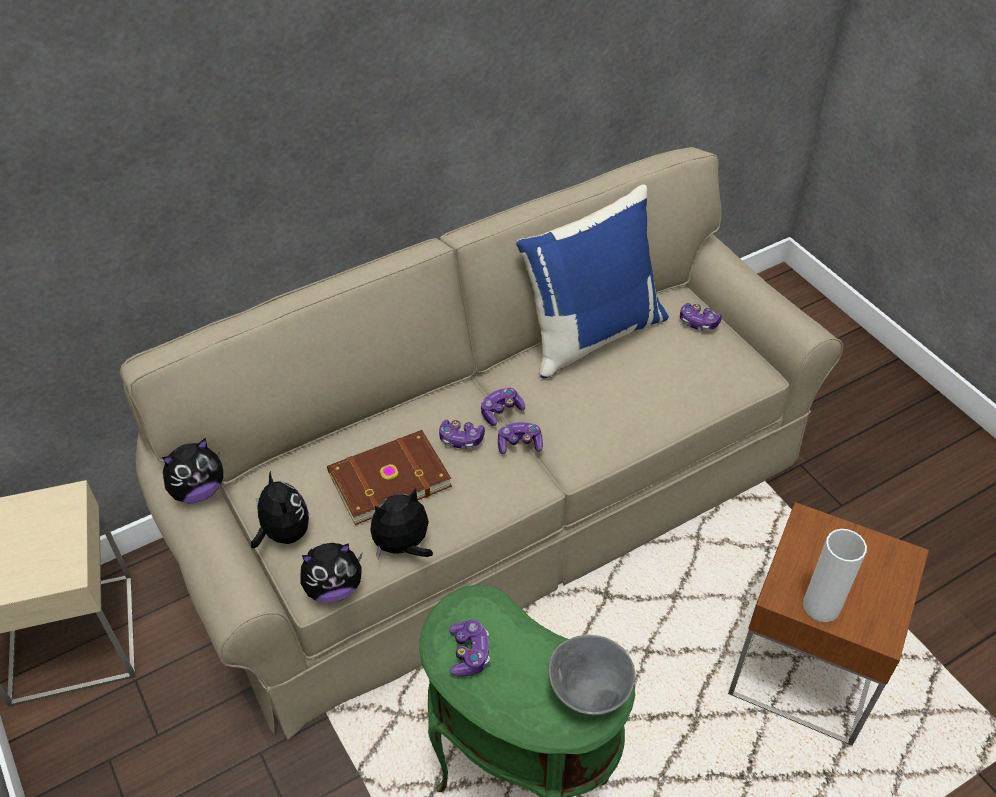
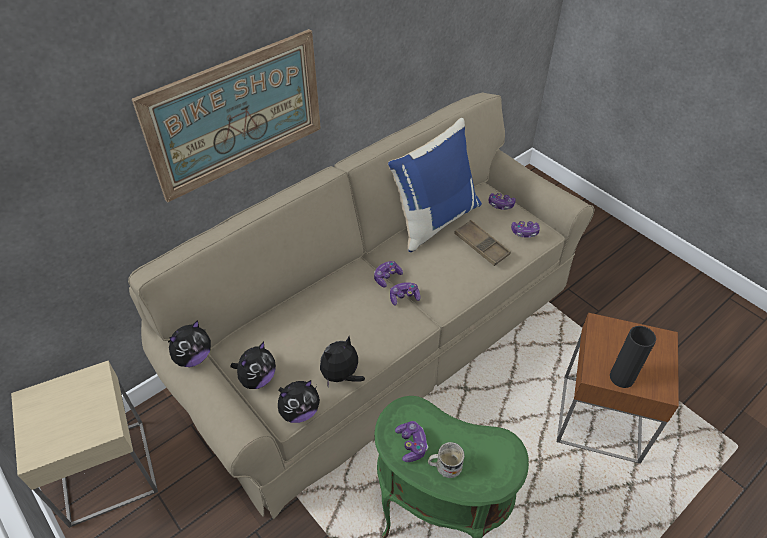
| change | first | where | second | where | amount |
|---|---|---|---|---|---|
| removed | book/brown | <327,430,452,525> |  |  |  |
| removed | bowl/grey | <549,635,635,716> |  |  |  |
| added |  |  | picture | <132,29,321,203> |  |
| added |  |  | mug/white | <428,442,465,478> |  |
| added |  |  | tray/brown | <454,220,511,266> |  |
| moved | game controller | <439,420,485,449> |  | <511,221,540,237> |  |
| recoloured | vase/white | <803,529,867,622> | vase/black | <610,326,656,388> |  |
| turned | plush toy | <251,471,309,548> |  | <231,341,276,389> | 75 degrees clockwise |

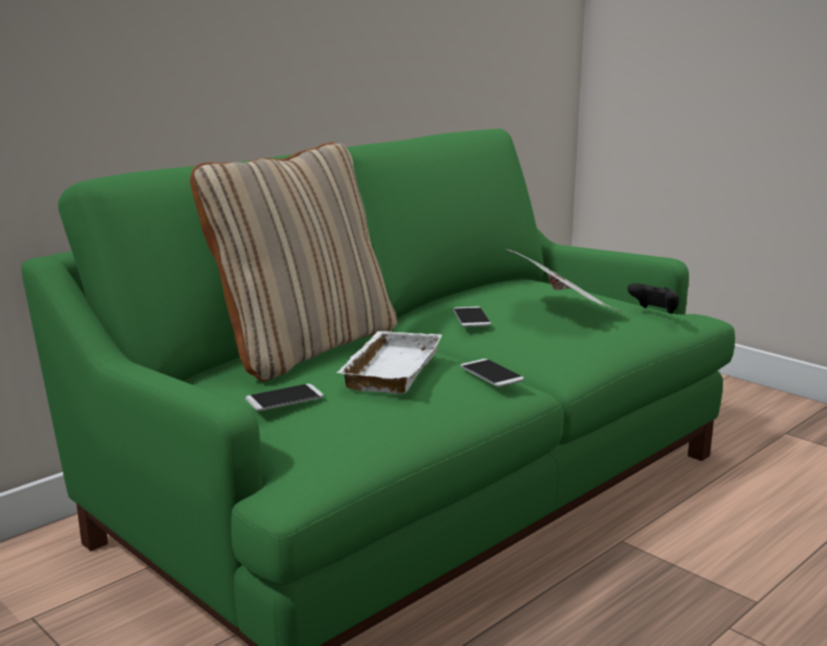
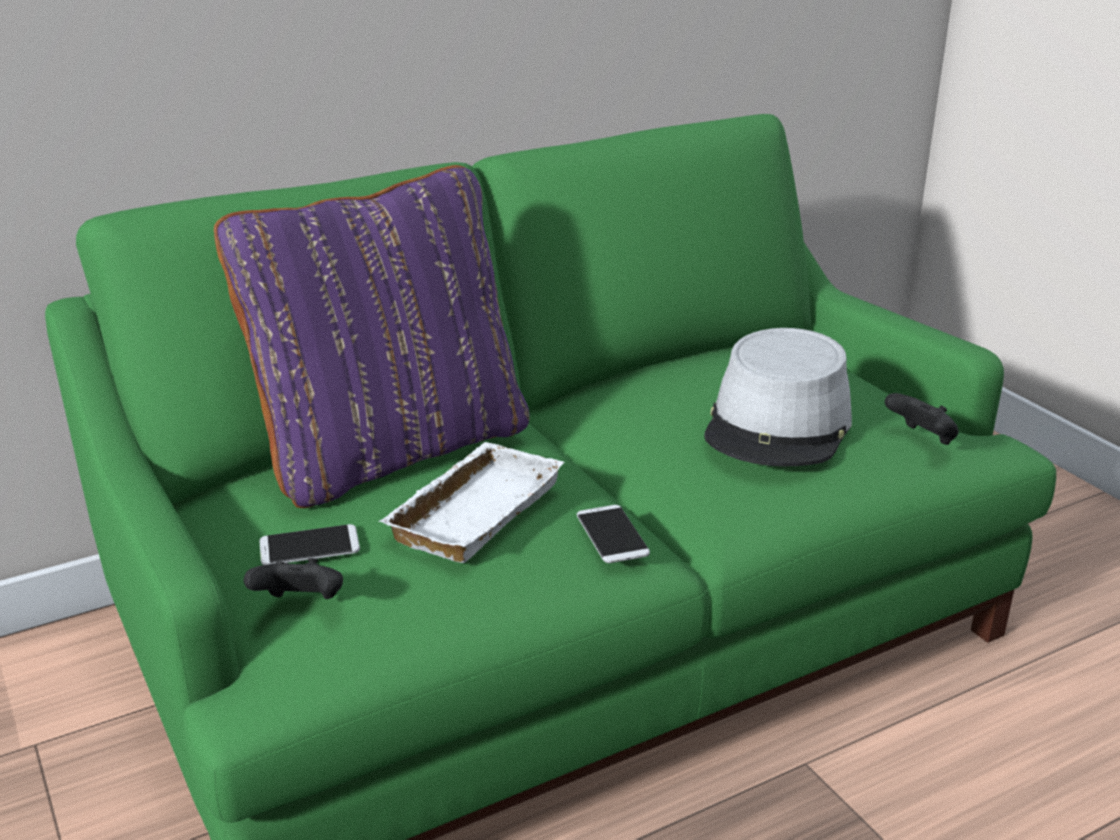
| change | first | where | second | where | amount |
|---|---|---|---|---|---|
| removed | phone | <453,306,491,327> |  |  |  |
| added |  |  | game controller/black | <244,558,343,599> |  |
| replaced | newspaper | <506,249,625,312> | hat/grey | <704,328,852,467> |  |
| recoloured | pillow/beige | <190,142,397,381> | pillow/purple | <214,165,530,508> |  |

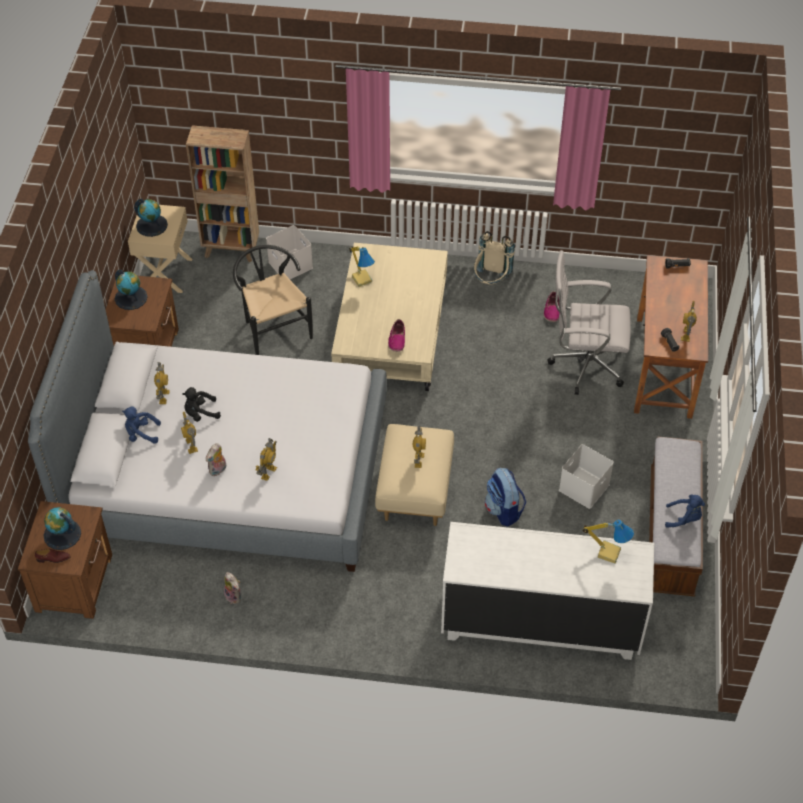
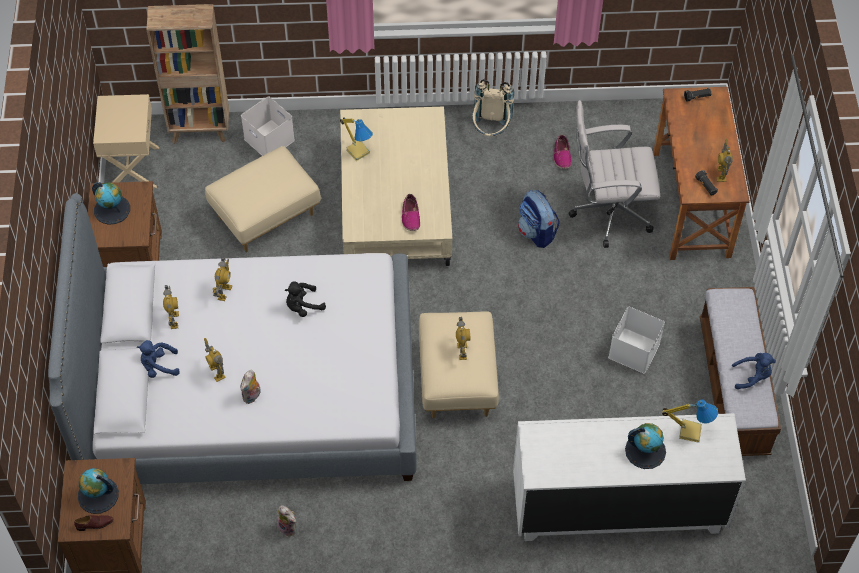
| change | first | where | second | where | amount |
|---|---|---|---|---|---|
| moved | globe | <134,199,168,237> |  | <625,423,666,469> |  |
| moved | plush toy/black | <182,387,221,422> |  | <285,281,326,317> |  |
| moved | toy robot | <256,438,277,481> |  | <213,257,232,301> |  |
| moved | backpack | <485,468,526,527> |  | <518,190,560,248> |  |
| replaced | chair/black | <233,245,313,355> | ottoman/beige | <205,146,321,252> |  |

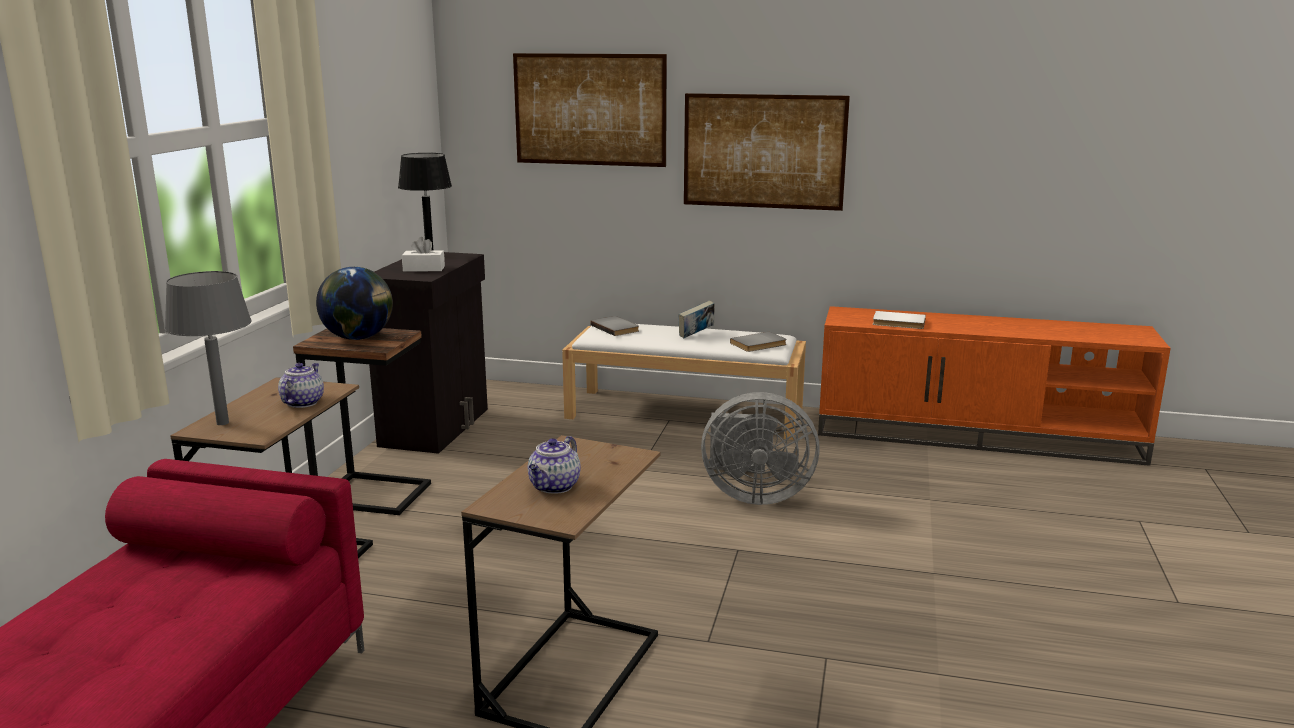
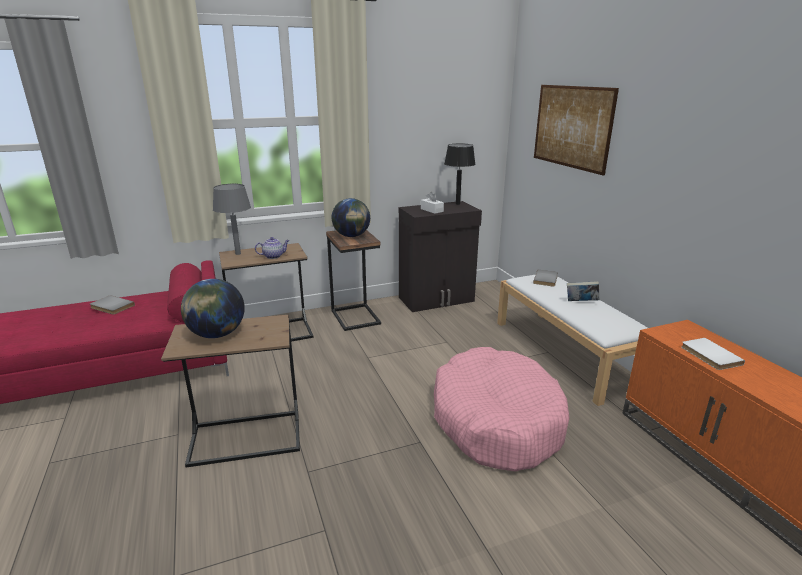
| change | first | where | second | where | amount |
|---|---|---|---|---|---|
| removed | picture | <684,93,850,211> |  |  |  |
| moved | book/grey | <730,332,787,352> |  | <90,295,135,315> |  |
| replaced | teapot | <528,436,581,494> | globe | <181,279,245,338> |  |
| replaced | fan/grey | <701,392,820,505> | dog bed/pink | <434,347,569,472> |  |

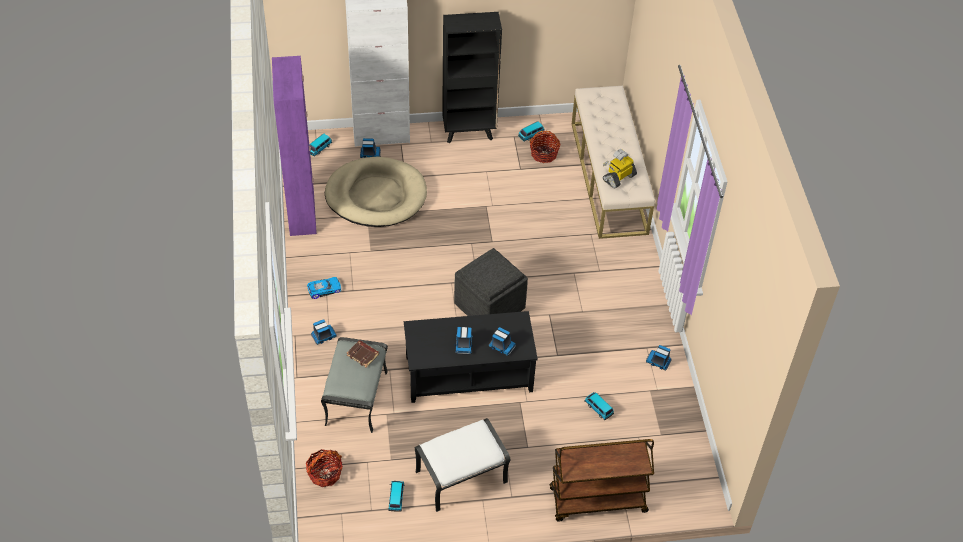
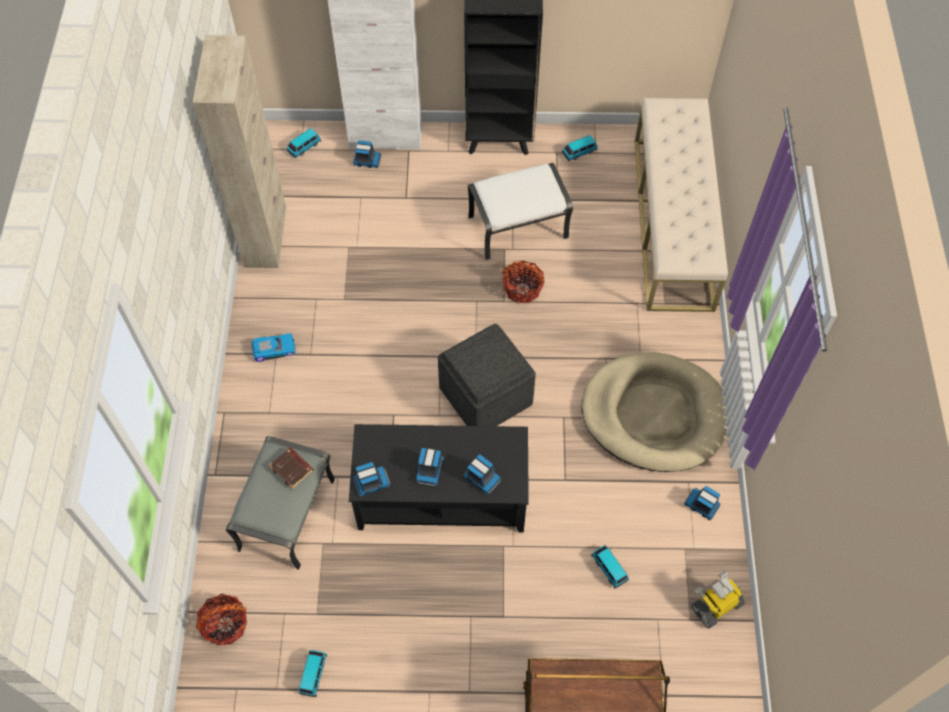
| change | first | where | second | where | amount |
|---|---|---|---|---|---|
| moved | toy truck | <311,319,337,345> |  | <353,462,390,497> |  |
| moved | dog bed/beige | <325,157,427,227> |  | <582,352,728,472> |  |
| moved | ottoman/white | <415,418,510,512> |  | <468,163,573,260> |  |
| moved | basket | <529,131,560,163> |  | <502,260,545,303> |  |
| moved | toy robot | <603,149,637,189> |  | <691,571,745,629> |  |
| recoloured | cabinet/purple | <272,56,317,236> | cabinet/beige | <193,35,286,268> |  |

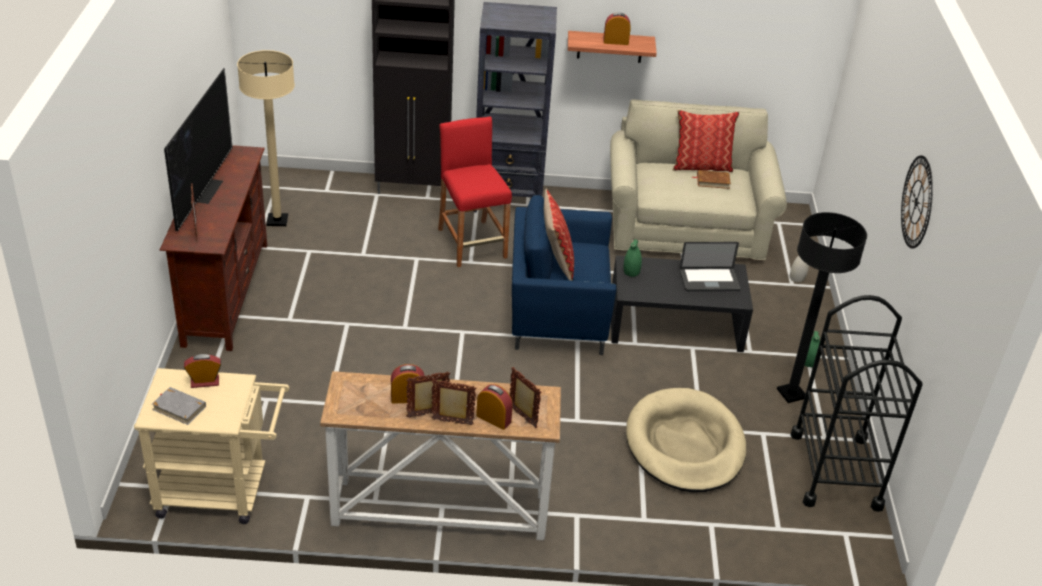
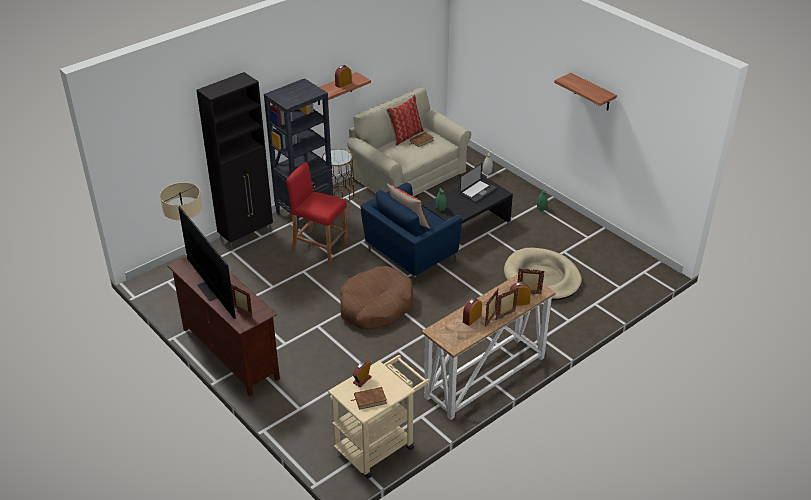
| change | first | where | second | where | amount |
|---|---|---|---|---|---|
| removed | floor lamp/black | <777,212,867,403> |  |  |  |
| removed | cart/black | <791,295,923,512> |  |  |  |
| added |  |  | side table/brown | <322,149,354,202> |  |
| added |  |  | dog bed/brown | <340,266,413,330> |  |
| replaced | wall clock | <901,155,933,249> | shelf | <554,73,617,111> |  |
| recoloured | book/grey | <152,387,206,425> | book/brown | <351,387,387,410> |  |

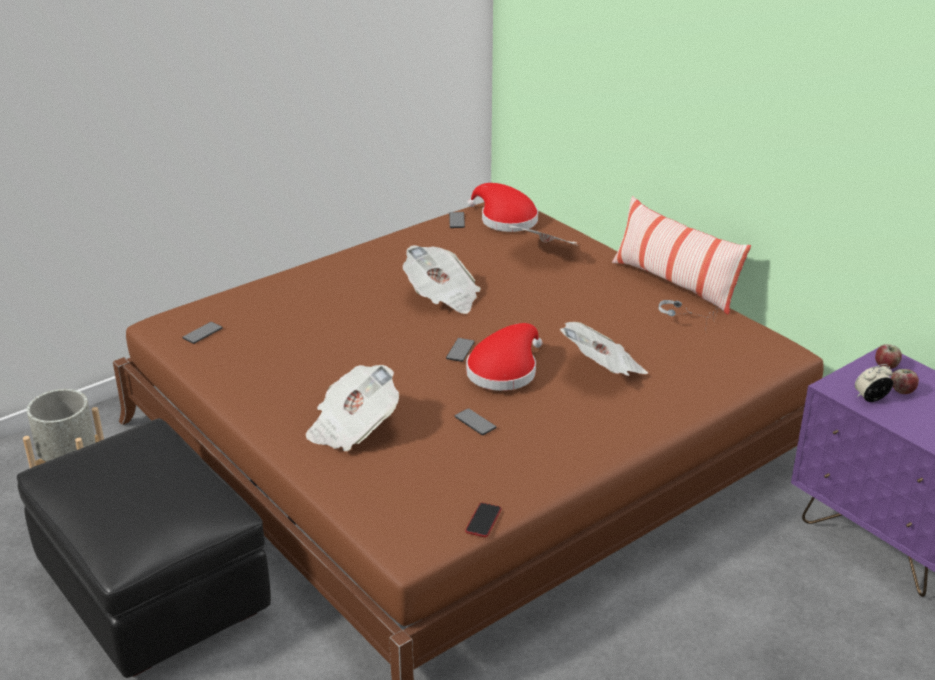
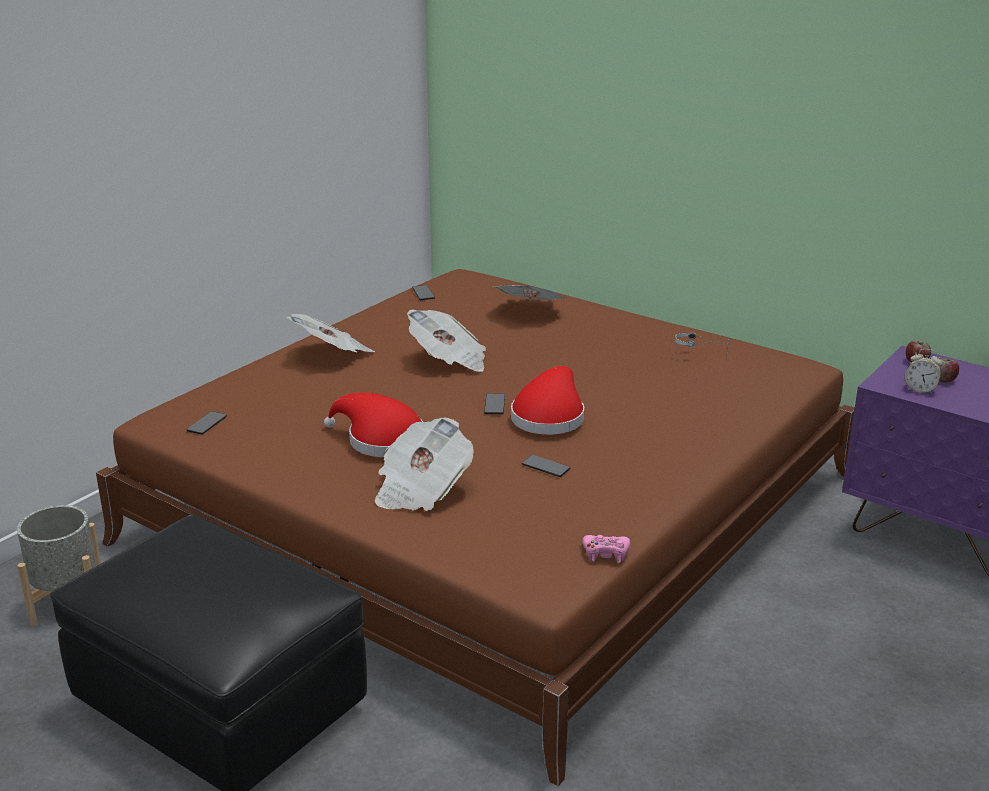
| change | first | where | second | where | amount |
|---|---|---|---|---|---|
| removed | pillow | <612,196,751,315> |  |  |  |
| moved | hat/red | <467,183,538,232> |  | <324,393,423,457> |  |
| moved | newspaper | <560,322,648,376> |  | <286,314,375,353> |  |
| replaced | phone | <465,503,501,537> | game controller/pink | <582,535,630,563> |  |
| turned | alarm clock | <855,364,893,402> |  | <905,349,942,394> | 120 degrees counterclockwise |

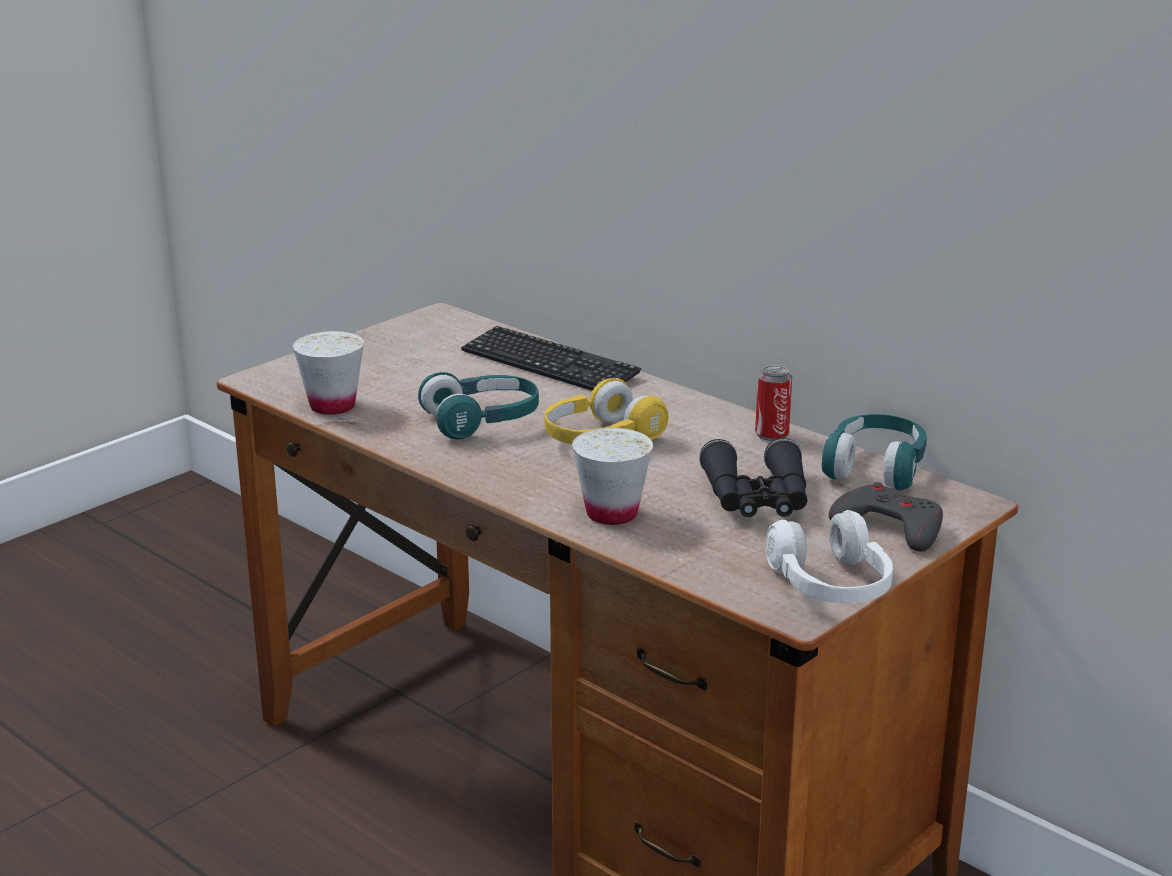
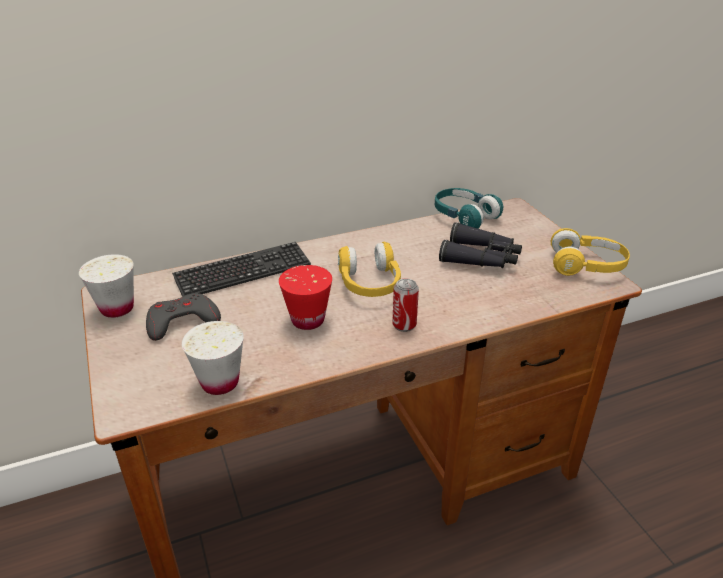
| change | first | where | second | where | amount |
|---|---|---|---|---|---|
| moved | cup/white | <572,428,653,525> |  | <79,254,134,318> |  |
| moved | can | <755,365,792,441> |  | <392,279,419,332> |  |
| moved | game controller/grey | <829,482,943,552> |  | <146,293,221,341> |  |
| replaced | headphones/turquoise | <418,372,539,440> | cup/red | <279,265,332,330> |  |
| recoloured | headphones/white | <766,510,893,603> | headphones/yellow | <551,228,630,276> |  |

